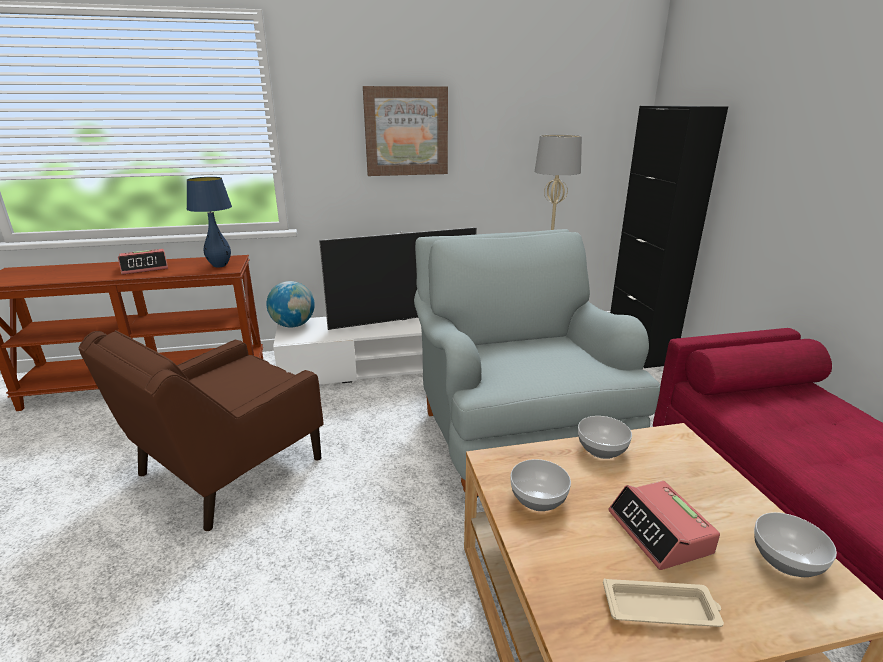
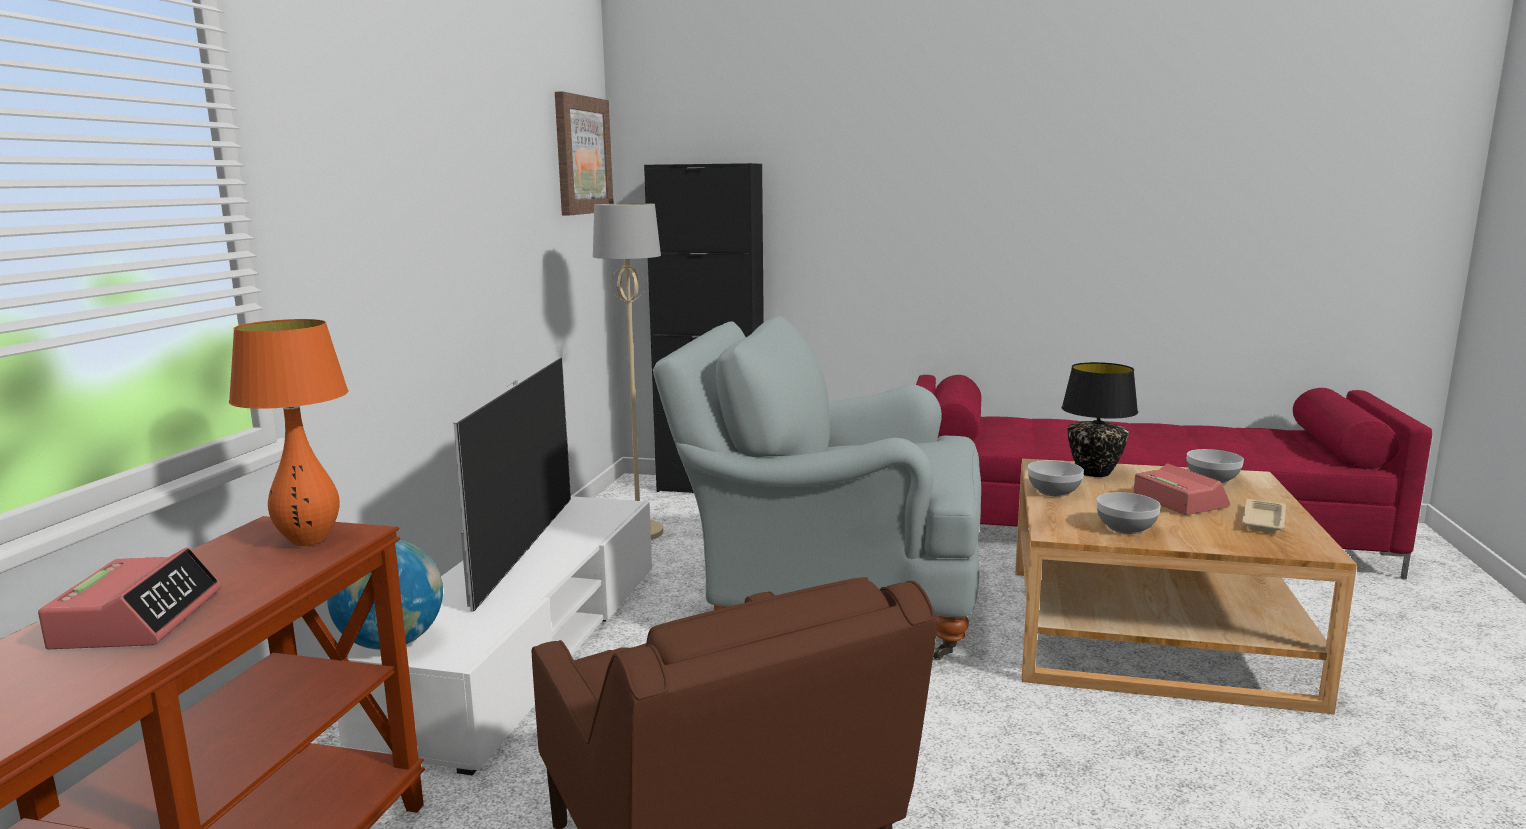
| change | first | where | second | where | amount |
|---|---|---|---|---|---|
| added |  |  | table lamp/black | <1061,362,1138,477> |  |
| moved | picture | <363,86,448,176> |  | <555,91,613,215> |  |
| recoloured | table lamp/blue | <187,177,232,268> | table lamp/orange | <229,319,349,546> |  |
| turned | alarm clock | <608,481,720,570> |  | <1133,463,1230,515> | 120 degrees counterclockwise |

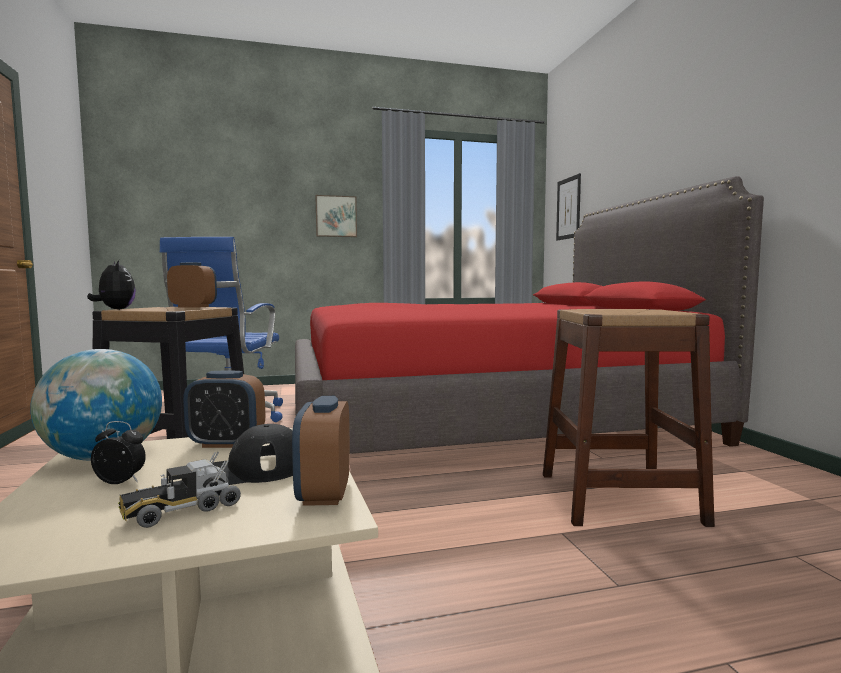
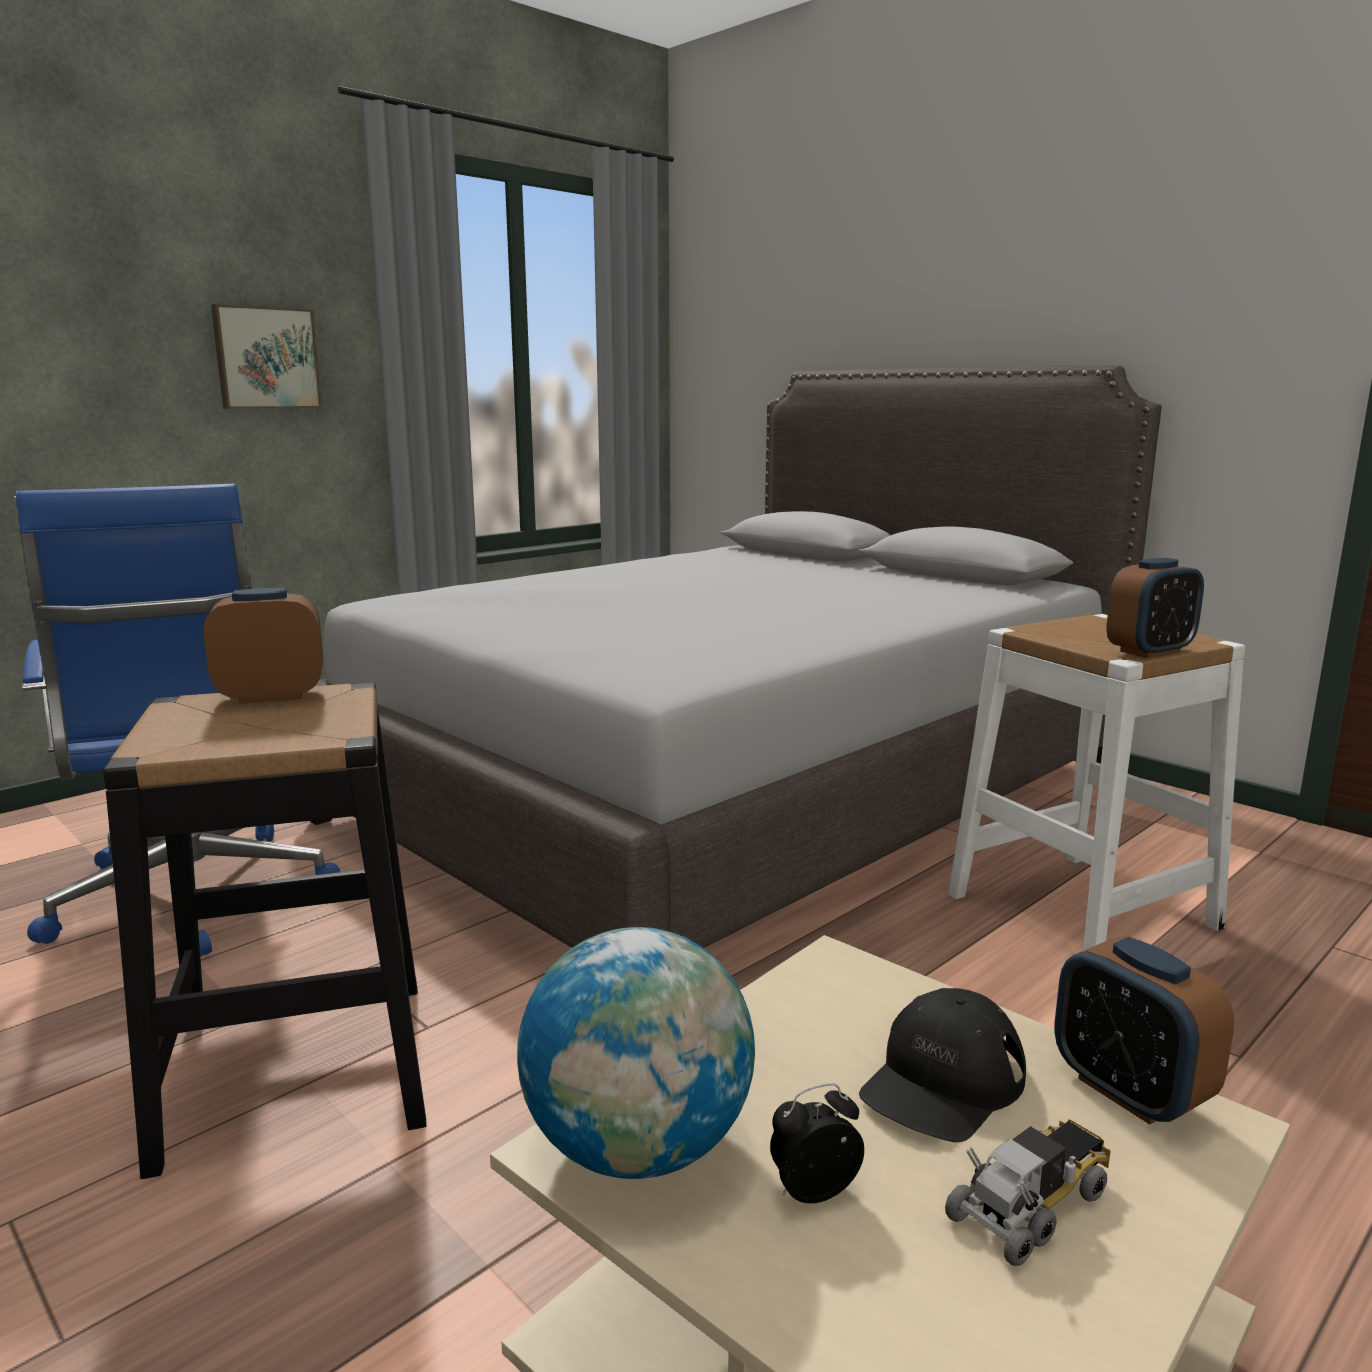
| change | first | where | second | where | amount |
|---|---|---|---|---|---|
| removed | plush toy | <87,260,136,310> |  |  |  |
| removed | picture | <556,173,581,241> |  |  |  |
| moved | alarm clock | <183,371,265,448> |  | <1107,558,1204,658> |  |
| recoloured | bed/red | <295,176,764,454> | bed/grey | <310,365,1162,948> |  |
| recoloured | stool/brown | <543,309,715,527> | stool/white | <948,614,1245,951> |  |
| turned | toy truck | <118,452,241,528> |  | <945,1120,1111,1266> | 150 degrees counterclockwise |

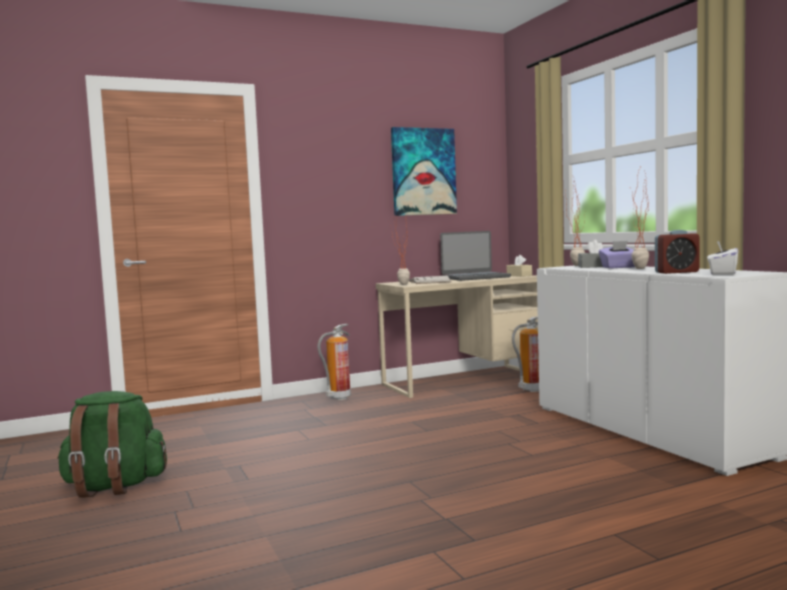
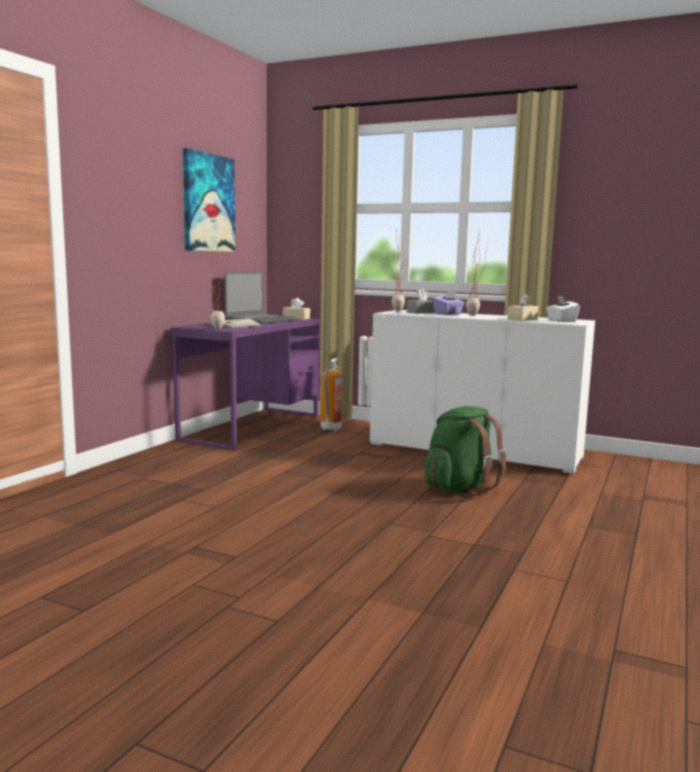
| change | first | where | second | where | amount |
|---|---|---|---|---|---|
| removed | fire extinguisher | <317,324,351,400> |  |  |  |
| moved | backpack/green | <57,391,167,498> |  | <425,406,506,497> |  |
| replaced | alarm clock | <655,230,699,274> | tissue box/beige | <508,293,538,321> |  |
| recoloured | desk/beige | <376,275,538,398> | desk/purple | <171,319,320,450> |  |

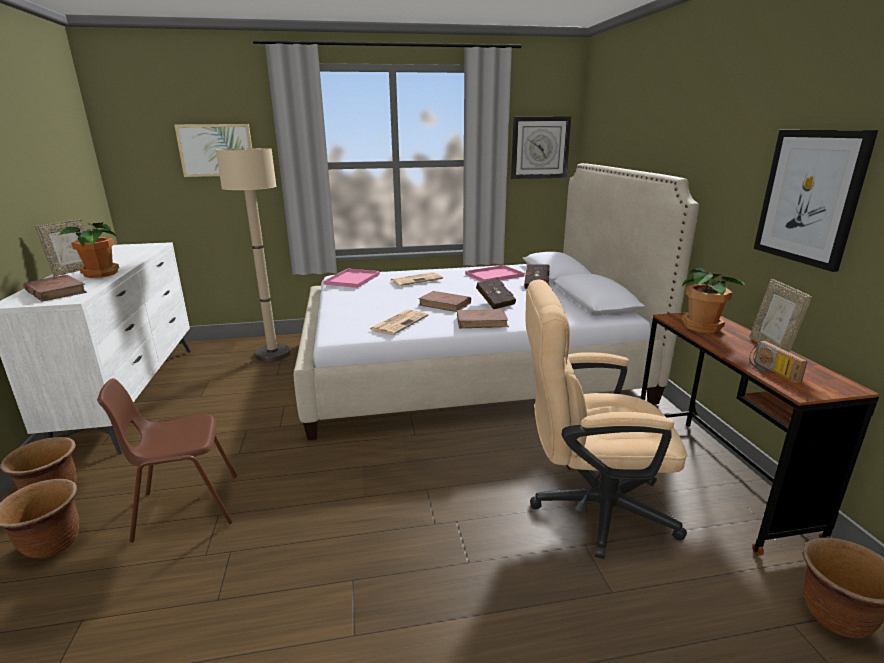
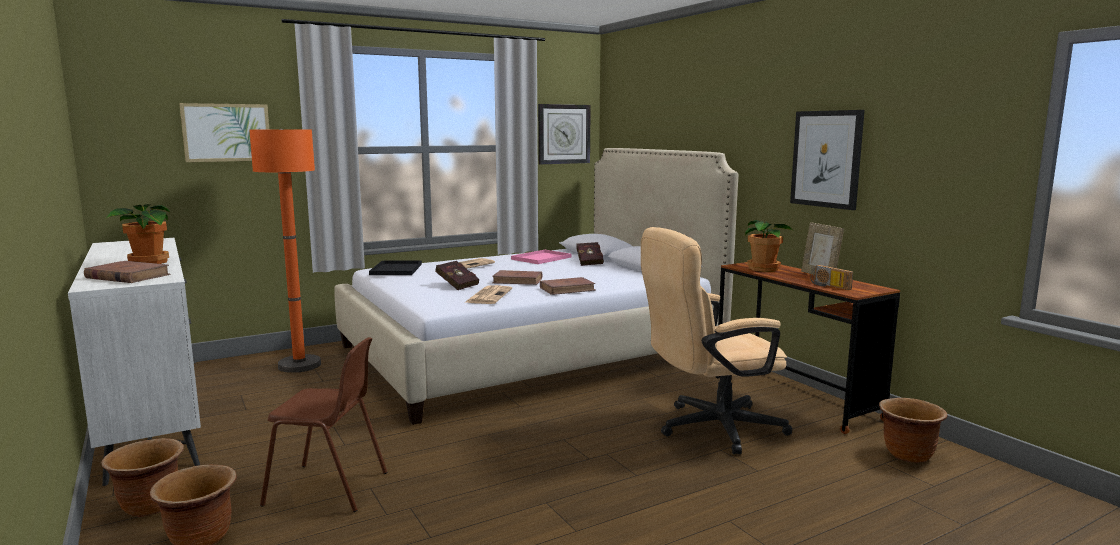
| change | first | where | second | where | amount |
|---|---|---|---|---|---|
| removed | picture frame | <35,219,85,277> |  |  |  |
| moved | book/red | <476,278,516,309> |  | <435,261,479,290> |  |
| recoloured | floor lamp/beige | <216,148,291,362> | floor lamp/orange | <249,129,321,373> |  |
| recoloured | tray/pink | <323,269,380,288> | tray/black | <369,261,422,275> |  |
| turned | chair/brown | <97,378,237,542> |  | <260,337,387,512> | 135 degrees counterclockwise |

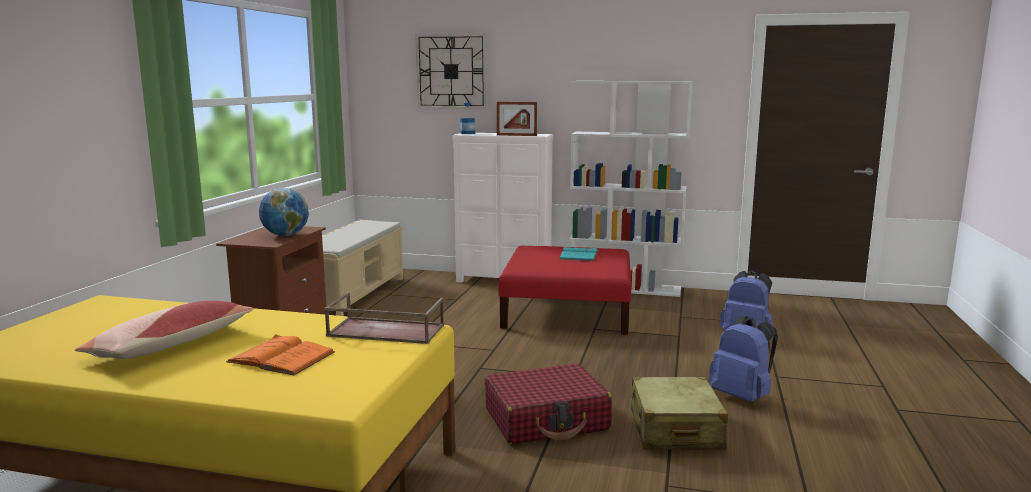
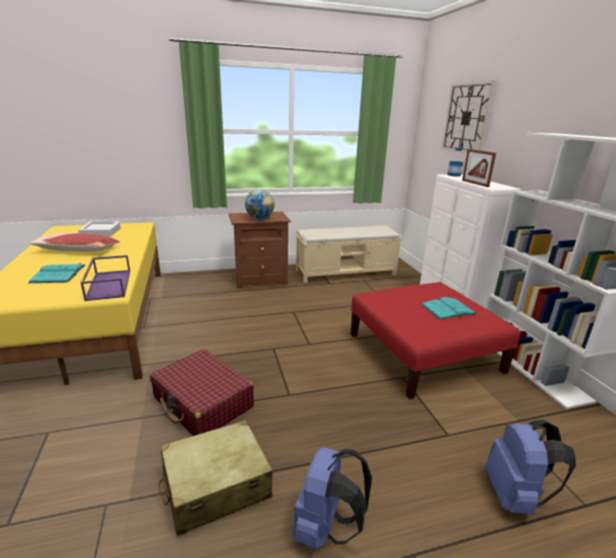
| change | first | where | second | where | amount |
|---|---|---|---|---|---|
| added |  |  | tray/grey | <78,222,121,237> |  |
| recoloured | book/orange | <226,334,335,375> | book/turquoise | <29,262,86,283> |  |
| recoloured | tray/brown | <324,292,444,344> | tray/purple | <80,255,130,301> |  |

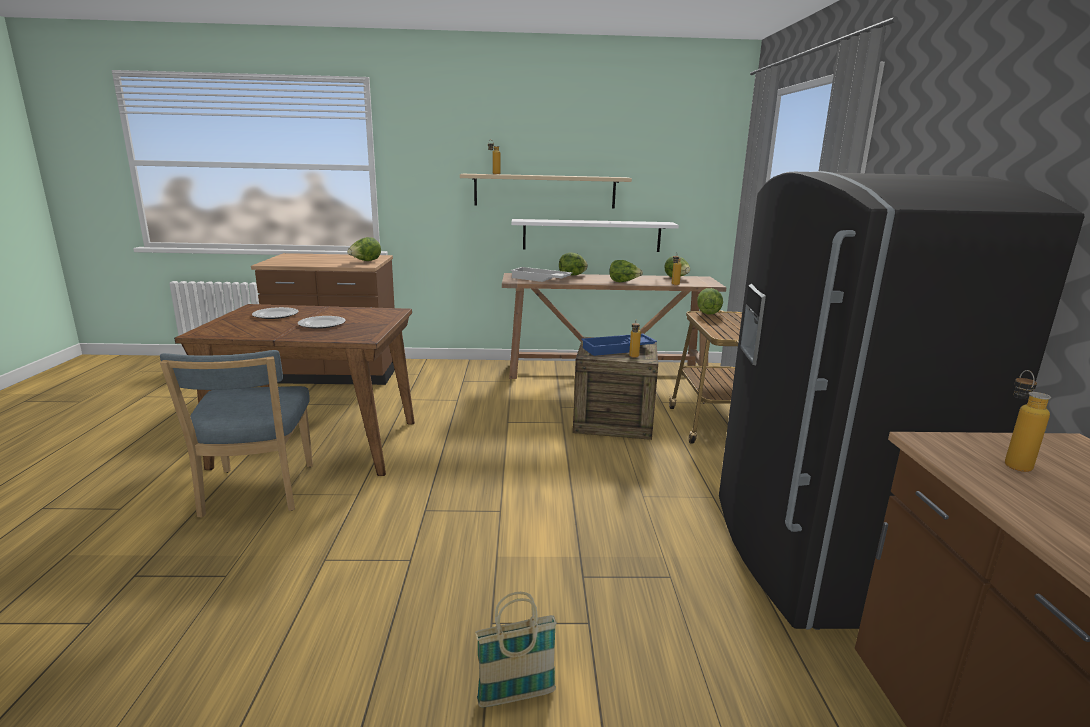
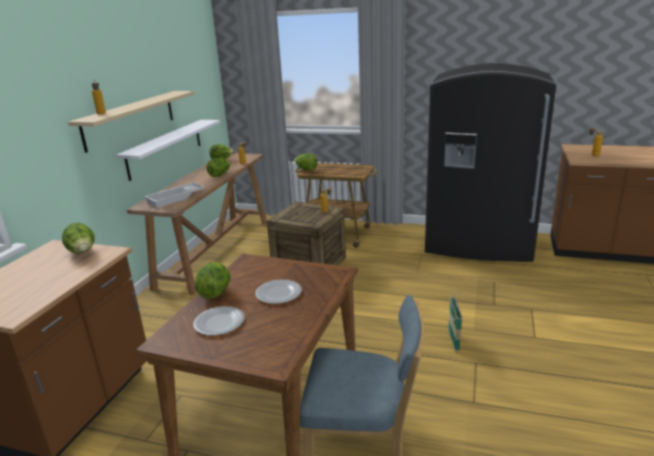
| change | first | where | second | where | amount |
|---|---|---|---|---|---|
| removed | tray/blue | <581,334,657,356> |  |  |  |
| moved | basket | <475,592,557,708> |  | <448,290,462,351> |  |
| moved | lettuce | <559,252,588,276> |  | <195,262,231,299> |  |

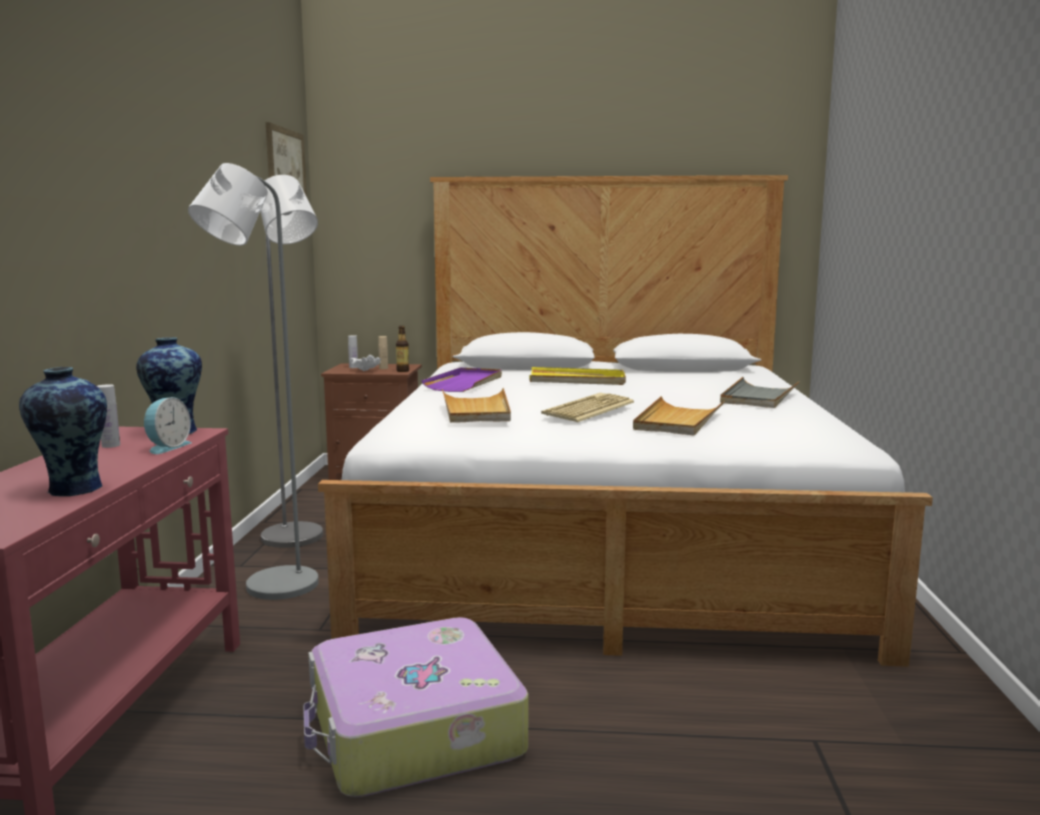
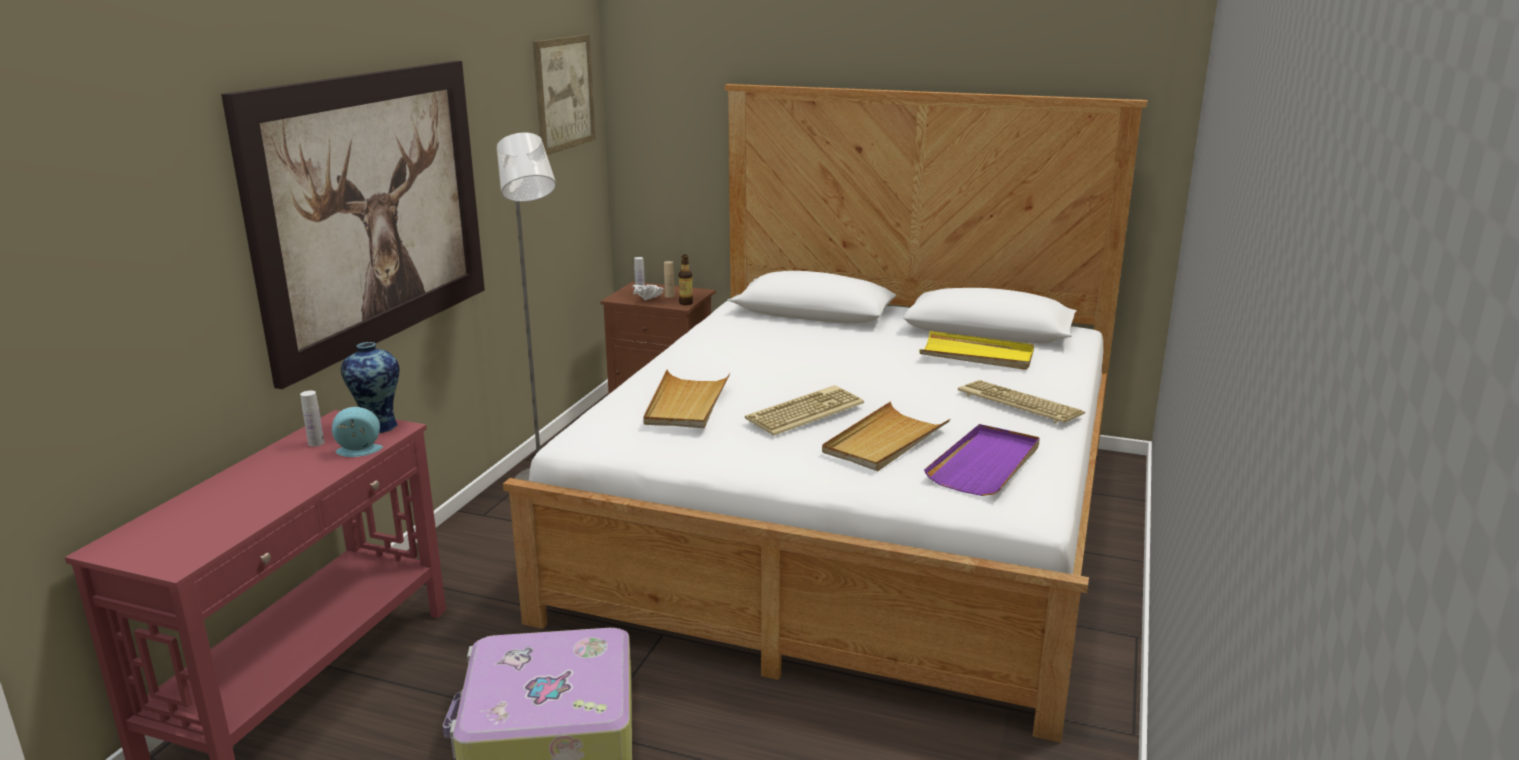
| change | first | where | second | where | amount |
|---|---|---|---|---|---|
| removed | vase | <19,367,107,496> |  |  |  |
| removed | floor lamp/grey | <188,163,319,600> |  |  |  |
| added |  |  | picture | <221,61,485,389> |  |
| moved | tray/purple | <421,368,502,392> |  | <924,424,1040,496> |  |
| moved | tray/yellow | <529,367,626,385> |  | <919,331,1034,370> |  |
| replaced | tray/grey | <720,377,800,408> | keyboard | <958,380,1085,423> |  |
| turned | alarm clock | <144,397,192,454> |  | <332,407,383,457> | 135 degrees counterclockwise |

